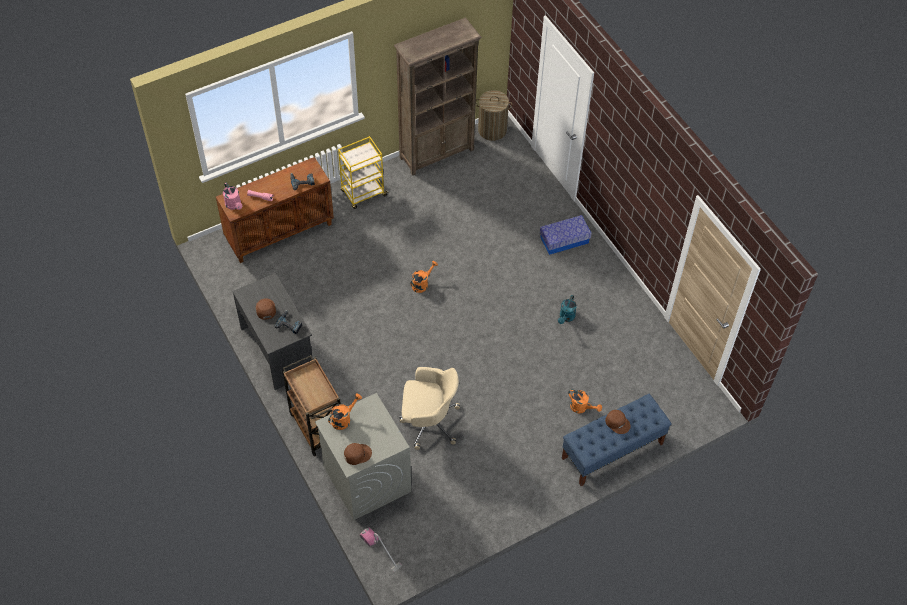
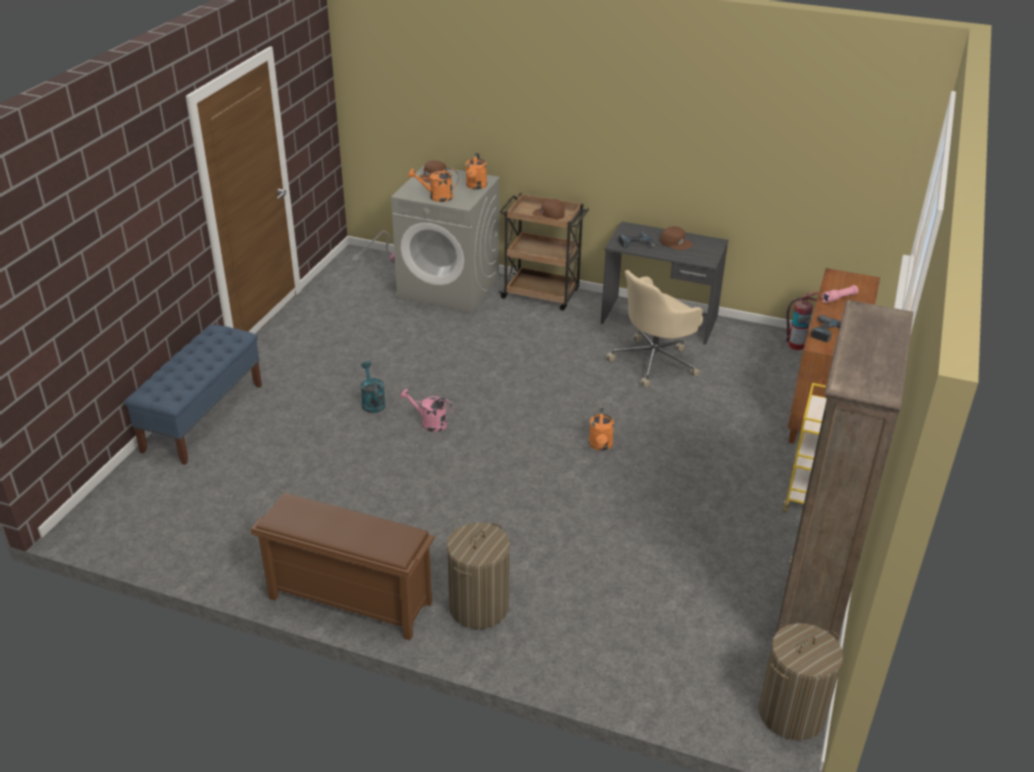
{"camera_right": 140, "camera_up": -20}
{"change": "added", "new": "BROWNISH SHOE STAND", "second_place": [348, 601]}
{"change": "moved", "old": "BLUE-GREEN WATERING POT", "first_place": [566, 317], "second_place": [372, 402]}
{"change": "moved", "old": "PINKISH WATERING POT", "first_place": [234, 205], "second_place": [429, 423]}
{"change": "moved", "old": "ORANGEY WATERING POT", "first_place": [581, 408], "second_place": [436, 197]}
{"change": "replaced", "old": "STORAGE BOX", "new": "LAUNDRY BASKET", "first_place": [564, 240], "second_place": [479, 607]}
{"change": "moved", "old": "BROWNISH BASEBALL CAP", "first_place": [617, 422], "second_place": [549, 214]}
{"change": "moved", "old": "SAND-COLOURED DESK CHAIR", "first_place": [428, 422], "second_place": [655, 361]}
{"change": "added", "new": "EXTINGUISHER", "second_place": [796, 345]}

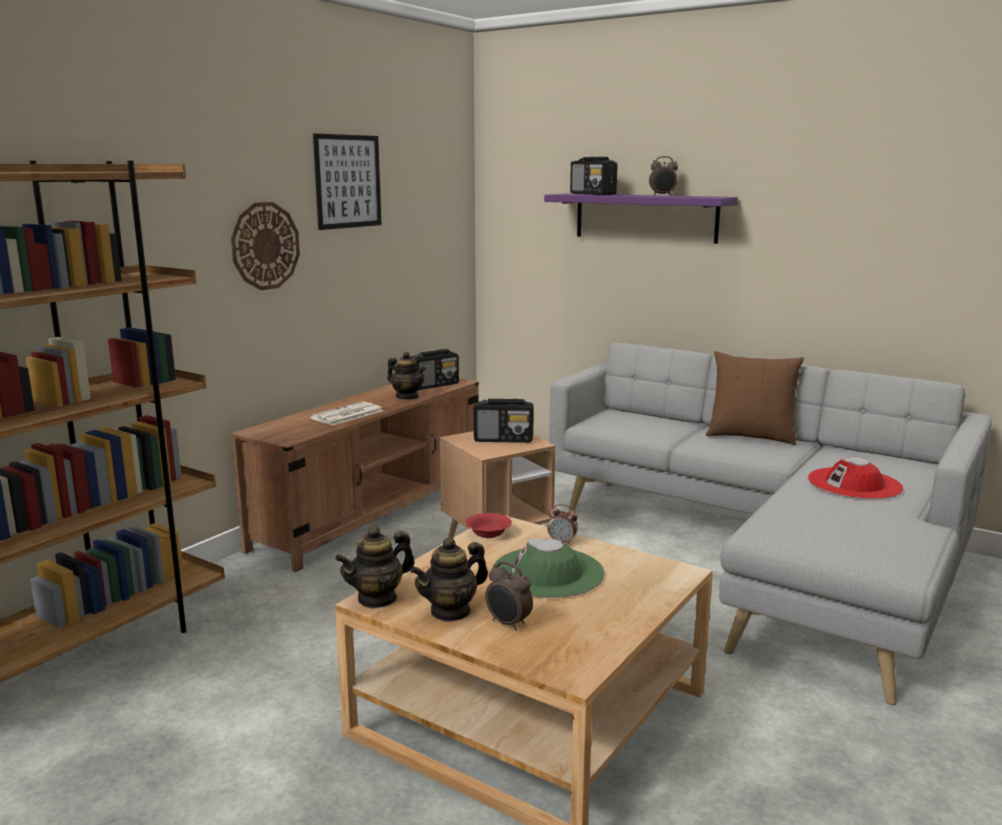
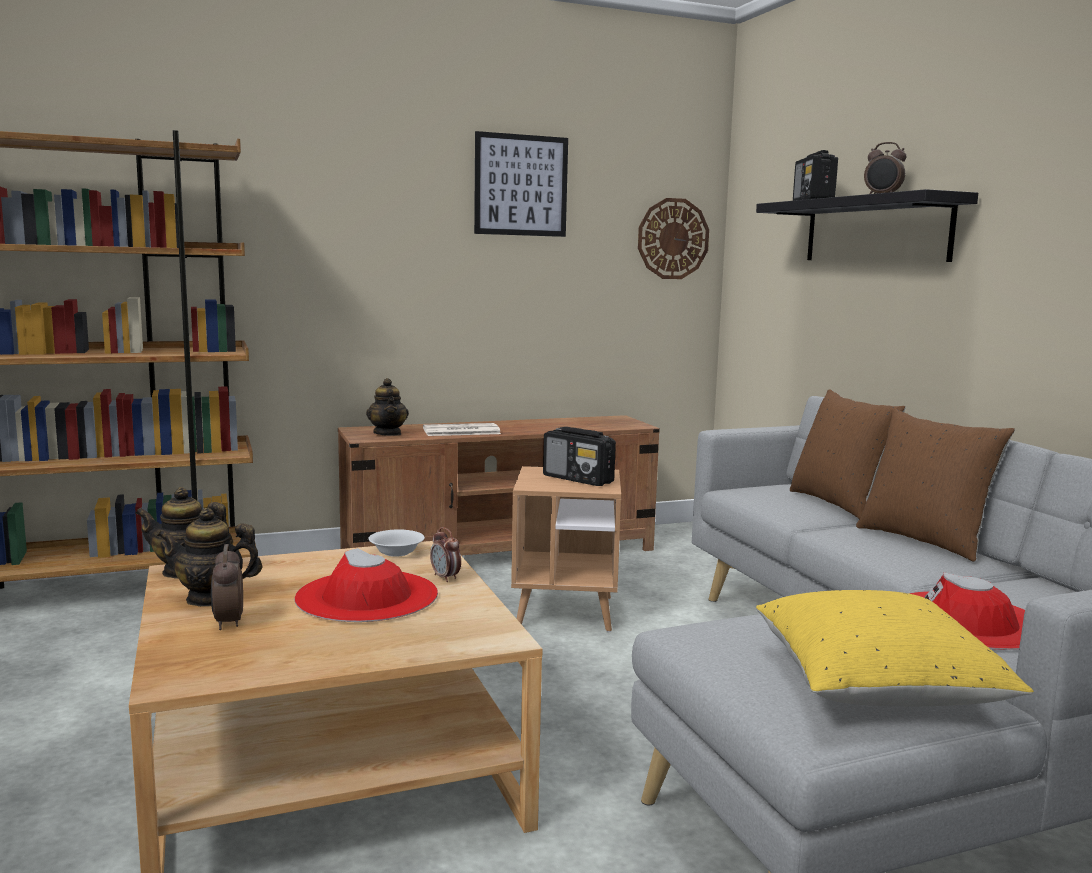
{"camera_right": 35, "camera_up": -5}
{"change": "recoloured", "old": "GREEN-COLOURED WEARABLE HAT", "new": "REDDISH WEARABLE HAT", "first_place": [548, 573], "second_place": [367, 597]}
{"change": "moved", "old": "TEAPOT", "first_place": [407, 397], "second_place": [388, 433]}
{"change": "recoloured", "old": "REDDISH DEEP DISH", "new": "WHITE-COLOURED DEEP DISH", "first_place": [488, 534], "second_place": [396, 552]}
{"change": "moved", "old": "WALL CLOCK", "first_place": [265, 246], "second_place": [673, 239]}
{"change": "recoloured", "old": "PURPLE-COLOURED BRACKET SHELF", "new": "BLACKISH BRACKET SHELF", "first_place": [645, 217], "second_place": [875, 230]}
{"change": "added", "new": "YELLOW-COLOURED CUSHION", "second_place": [876, 687]}
{"change": "added", "new": "BROWNISH CUSHION", "second_place": [839, 503]}
{"change": "removed", "old": "RADIO", "first_place": [434, 385]}

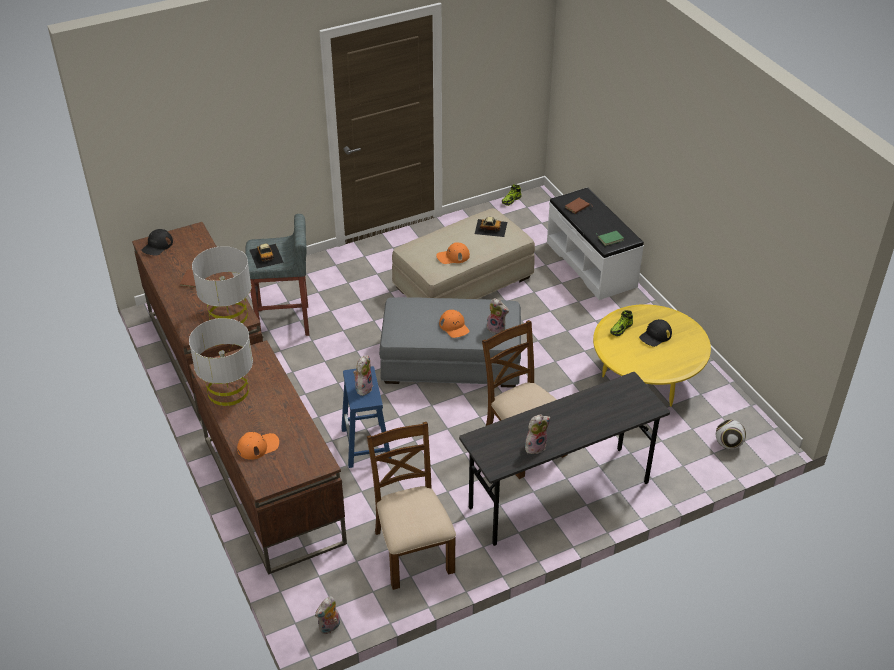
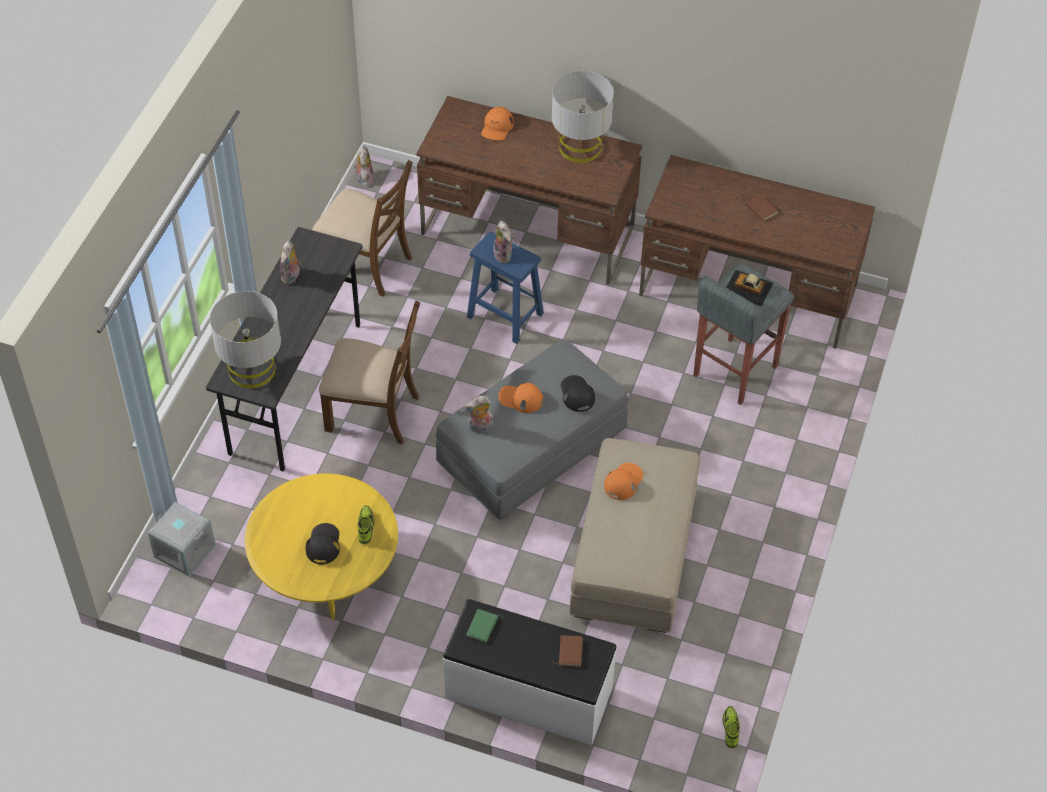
{"camera_right": 135, "camera_up": 10}
{"change": "replaced", "old": "FOOTBALL", "new": "GREY STORAGE BOX", "first_place": [728, 444], "second_place": [184, 551]}
{"change": "moved", "old": "GREY TABLETOP LAMP", "first_place": [228, 316], "second_place": [252, 370]}
{"change": "moved", "old": "BLACKISH BASEBALL CAP", "first_place": [157, 245], "second_place": [577, 394]}
{"change": "removed", "old": "MINIATURE CAR", "first_place": [490, 227]}

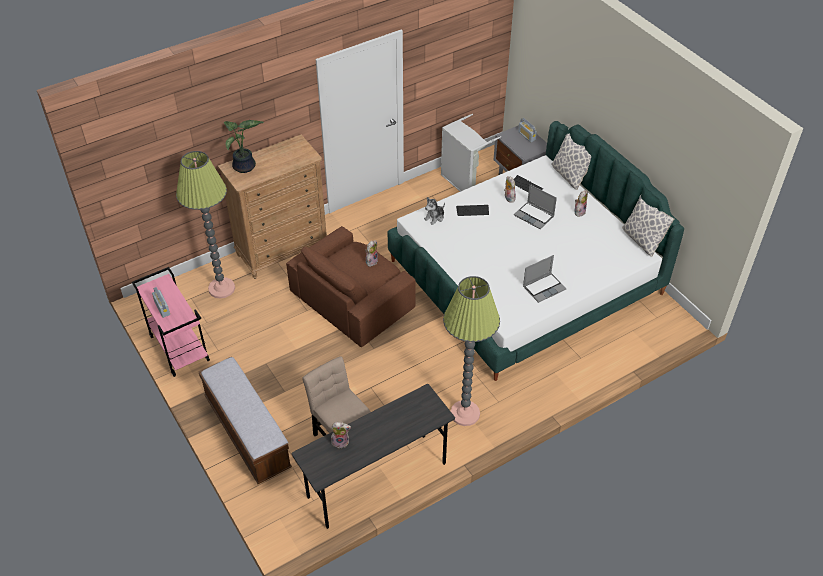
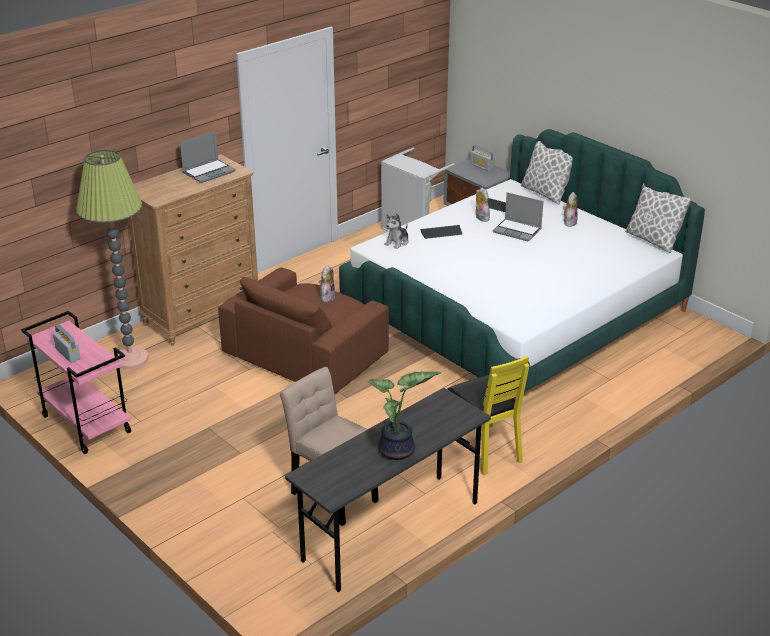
{"camera_right": -10, "camera_up": -15}
{"change": "moved", "old": "LAPTOP", "first_place": [544, 287], "second_place": [209, 172]}
{"change": "moved", "old": "POTTED PLANT", "first_place": [245, 167], "second_place": [398, 451]}
{"change": "replaced", "old": "FLOOR LAMP", "new": "YELLOW-COLOURED UPRIGHT CHAIR", "first_place": [465, 413], "second_place": [485, 449]}
{"change": "removed", "old": "LONG SEAT", "first_place": [247, 432]}
{"change": "removed", "old": "PLUSH TOY", "first_place": [341, 441]}

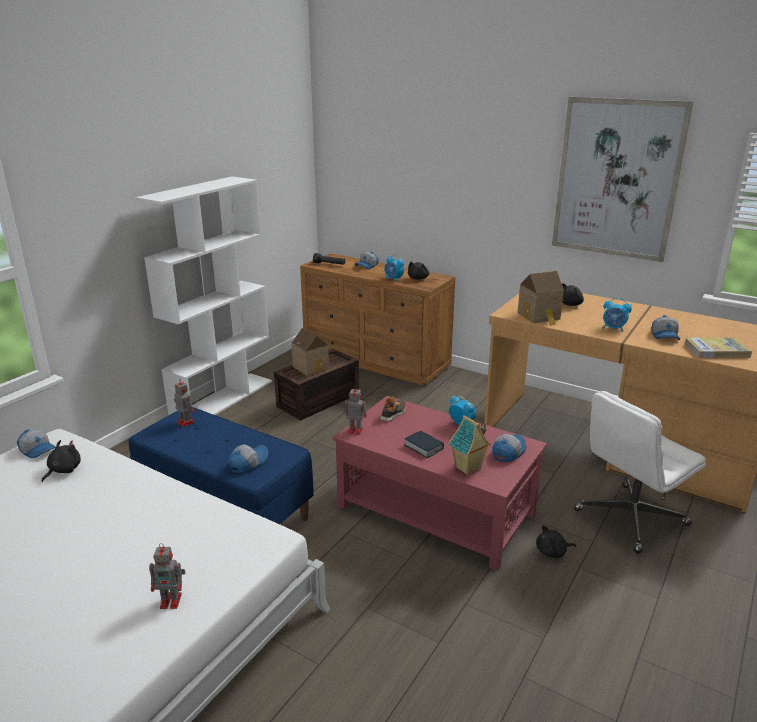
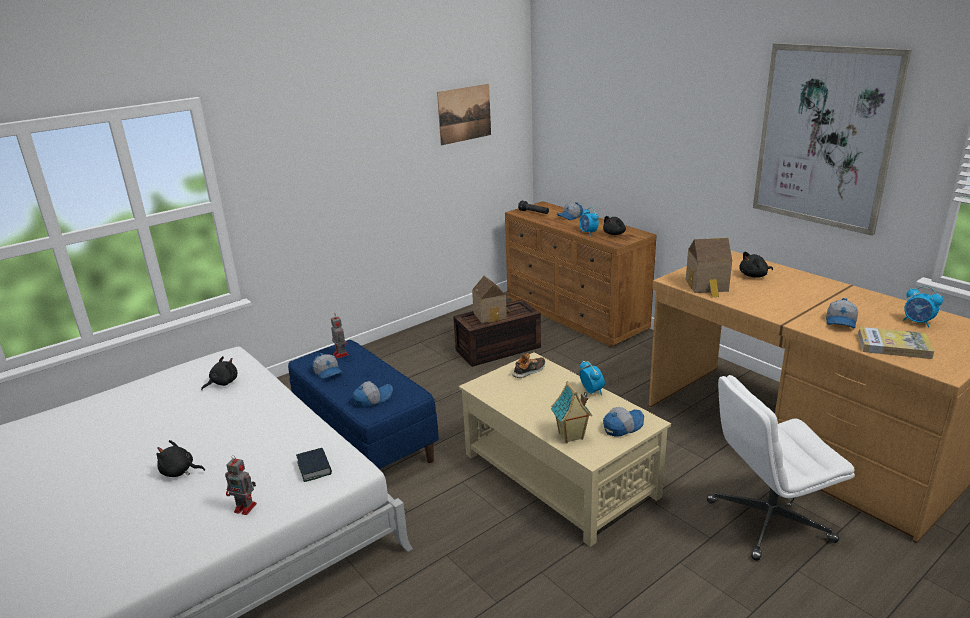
{"camera_right": 20, "camera_up": 0}
{"change": "moved", "old": "BLACKISH PLUSH TOY", "first_place": [552, 552], "second_place": [179, 471]}
{"change": "moved", "old": "VOLUME", "first_place": [423, 447], "second_place": [314, 468]}
{"change": "moved", "old": "BASEBALL CAP", "first_place": [38, 450], "second_place": [328, 372]}
{"change": "added", "new": "WALL PICTURE", "second_place": [464, 114]}
{"change": "recoloured", "old": "REDDISH LOUNGE TABLE", "new": "SAND-COLOURED LOUNGE TABLE", "first_place": [435, 509], "second_place": [558, 474]}
{"change": "moved", "old": "TABLE CLOCK", "first_place": [613, 329], "second_place": [917, 322]}
{"change": "removed", "old": "WHITE-COLOURED BOOKCASE", "first_place": [223, 399]}
{"change": "removed", "old": "MODEL ROBOT", "first_place": [354, 430]}

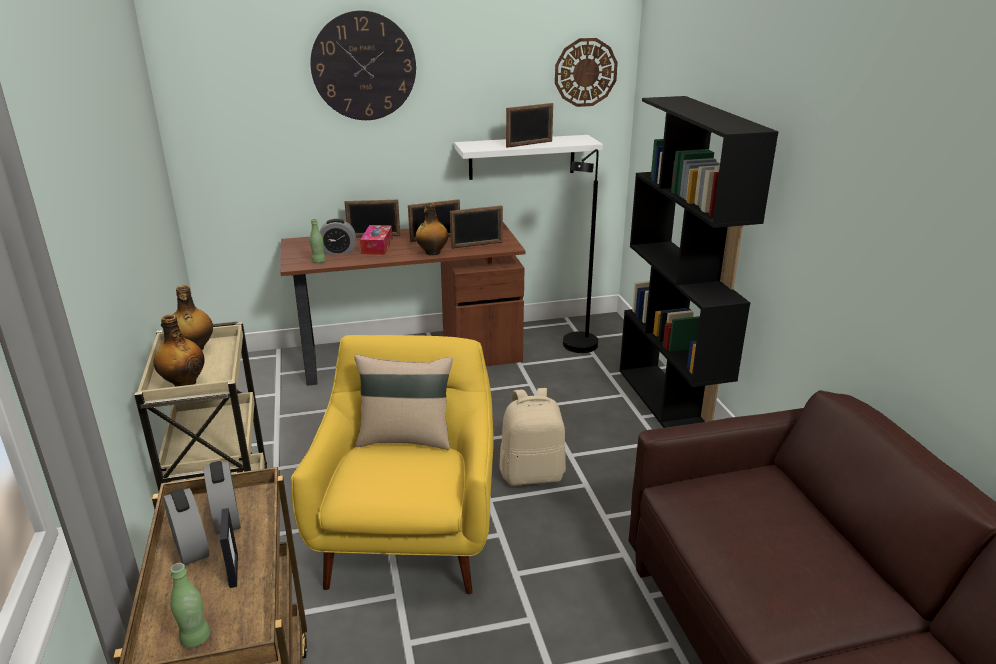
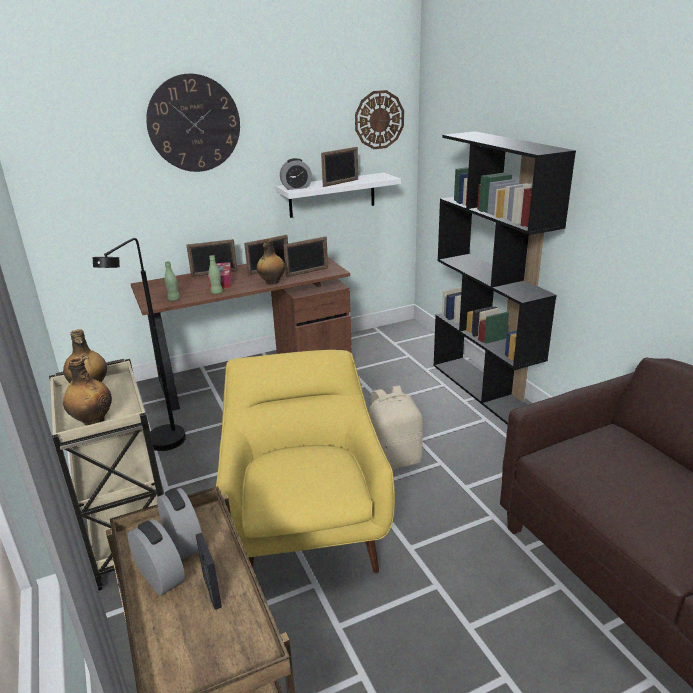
{"camera_right": -10, "camera_up": 0}
{"change": "moved", "old": "BLACKISH FLOOR LAMP", "first_place": [578, 349], "second_place": [163, 446]}
{"change": "moved", "old": "GREEN-COLOURED DRINK BOTTLE", "first_place": [195, 638], "second_place": [217, 292]}
{"change": "moved", "old": "TABLE CLOCK", "first_place": [338, 252], "second_place": [296, 187]}
{"change": "removed", "old": "SAND-COLOURED CUSHION", "first_place": [405, 438]}

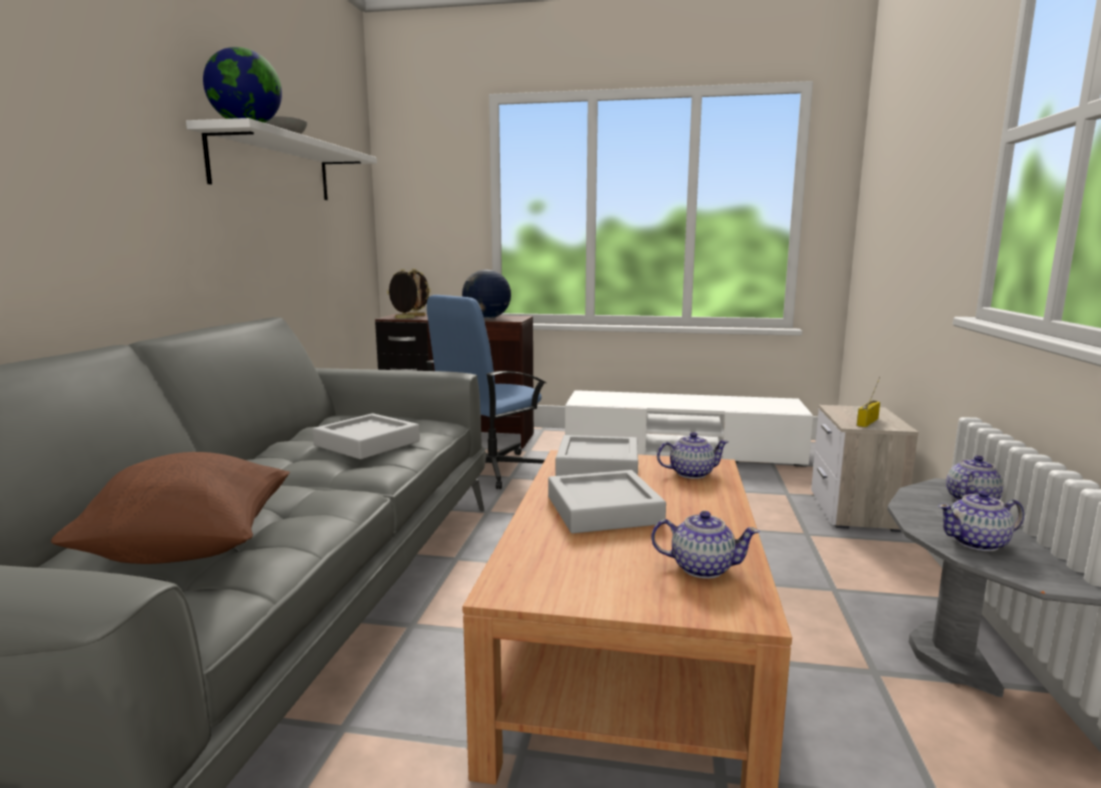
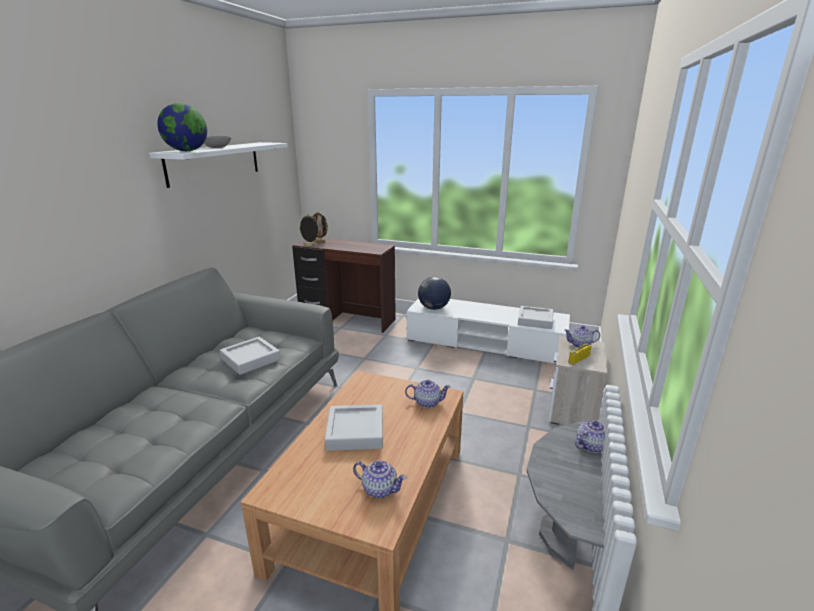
{"camera_right": 10, "camera_up": 10}
{"change": "moved", "old": "WORLD GLOBE", "first_place": [487, 318], "second_place": [433, 308]}
{"change": "moved", "old": "GREY CARRYING TRAY", "first_place": [598, 465], "second_place": [535, 320]}
{"change": "moved", "old": "TEAPOT", "first_place": [977, 543], "second_place": [580, 345]}
{"change": "removed", "old": "BROWNISH CUSHION", "first_place": [193, 548]}
{"change": "removed", "old": "BLUISH DESK CHAIR", "first_place": [490, 470]}

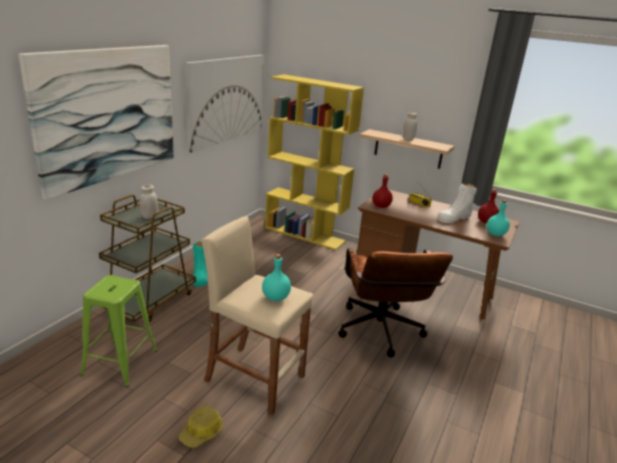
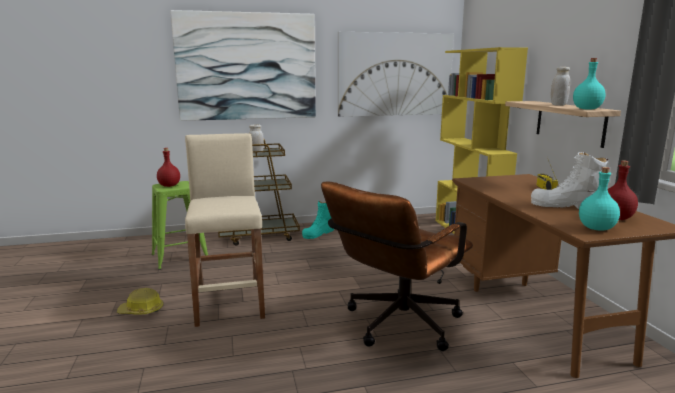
{"camera_right": 50, "camera_up": -10}
{"change": "moved", "old": "REDDISH DRINK BOTTLE", "first_place": [381, 206], "second_place": [169, 185]}
{"change": "moved", "old": "BLUE-GREEN DRINK BOTTLE", "first_place": [275, 298], "second_place": [586, 109]}

